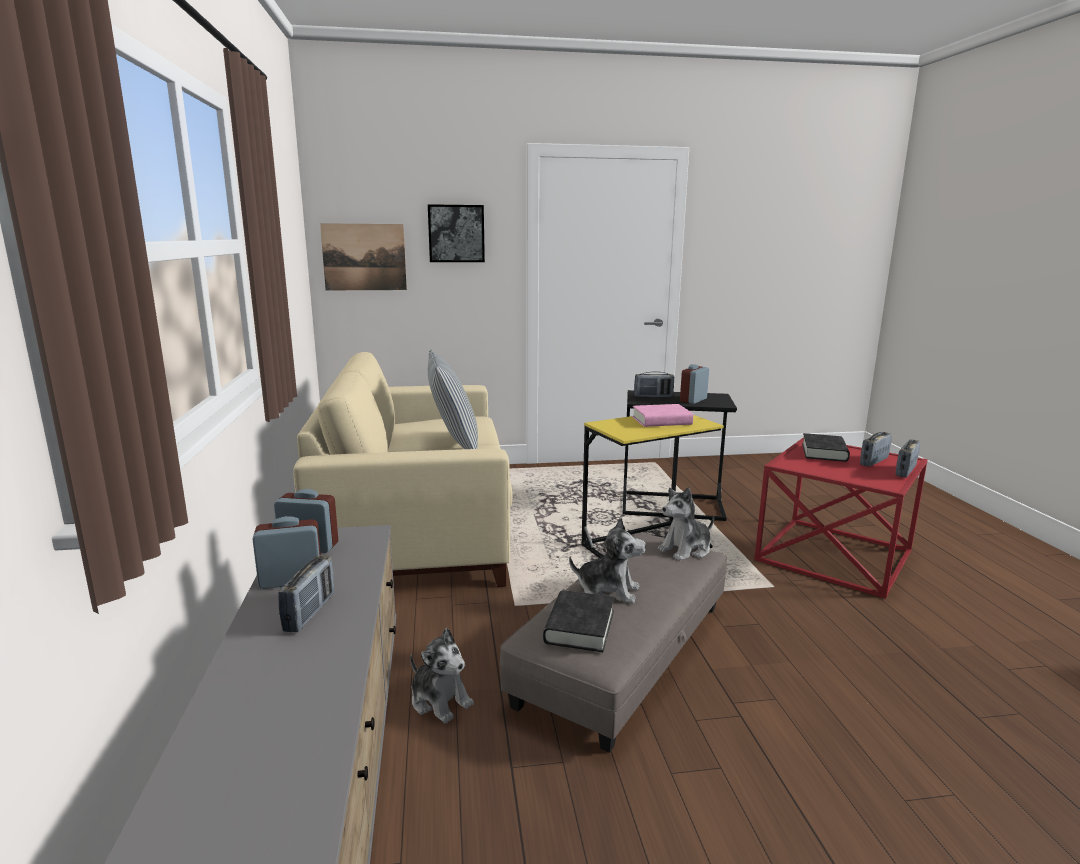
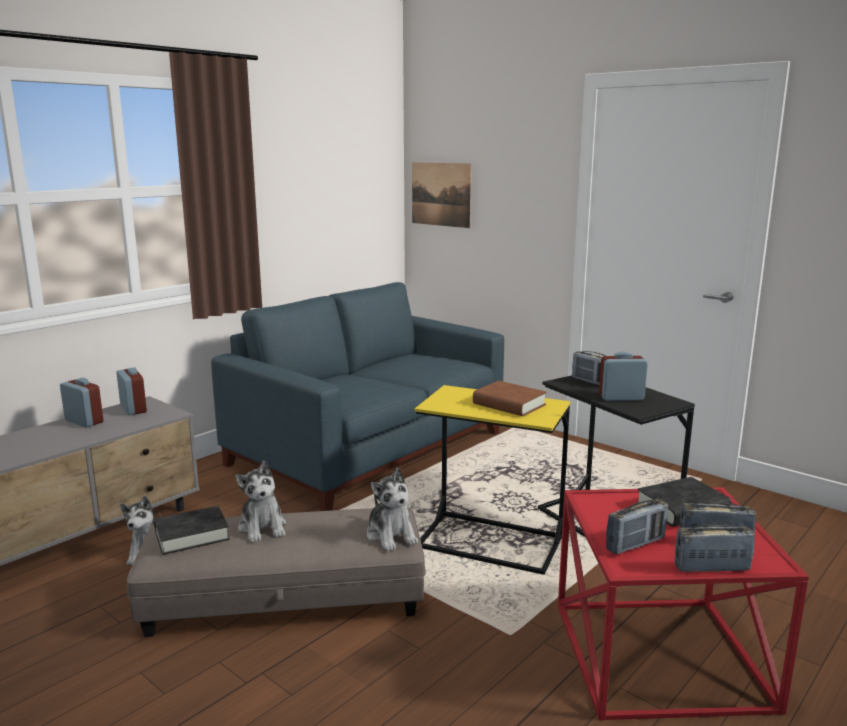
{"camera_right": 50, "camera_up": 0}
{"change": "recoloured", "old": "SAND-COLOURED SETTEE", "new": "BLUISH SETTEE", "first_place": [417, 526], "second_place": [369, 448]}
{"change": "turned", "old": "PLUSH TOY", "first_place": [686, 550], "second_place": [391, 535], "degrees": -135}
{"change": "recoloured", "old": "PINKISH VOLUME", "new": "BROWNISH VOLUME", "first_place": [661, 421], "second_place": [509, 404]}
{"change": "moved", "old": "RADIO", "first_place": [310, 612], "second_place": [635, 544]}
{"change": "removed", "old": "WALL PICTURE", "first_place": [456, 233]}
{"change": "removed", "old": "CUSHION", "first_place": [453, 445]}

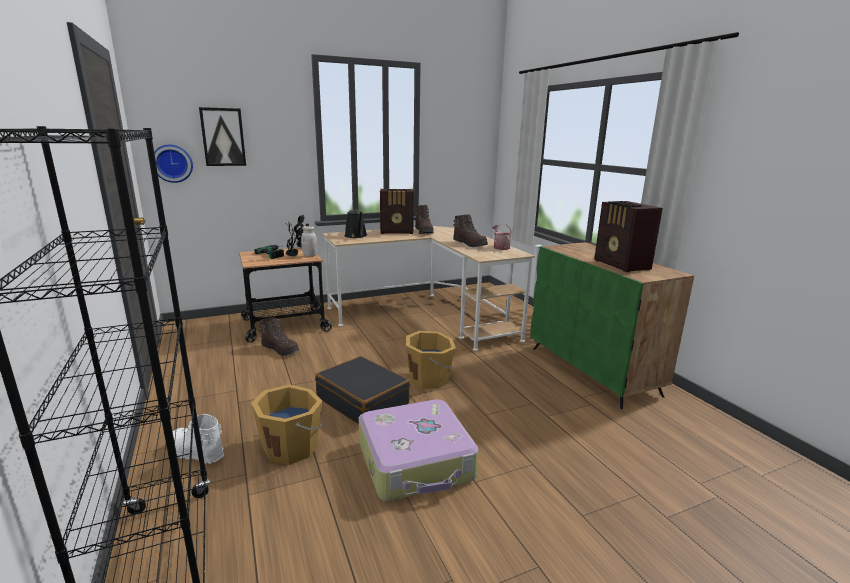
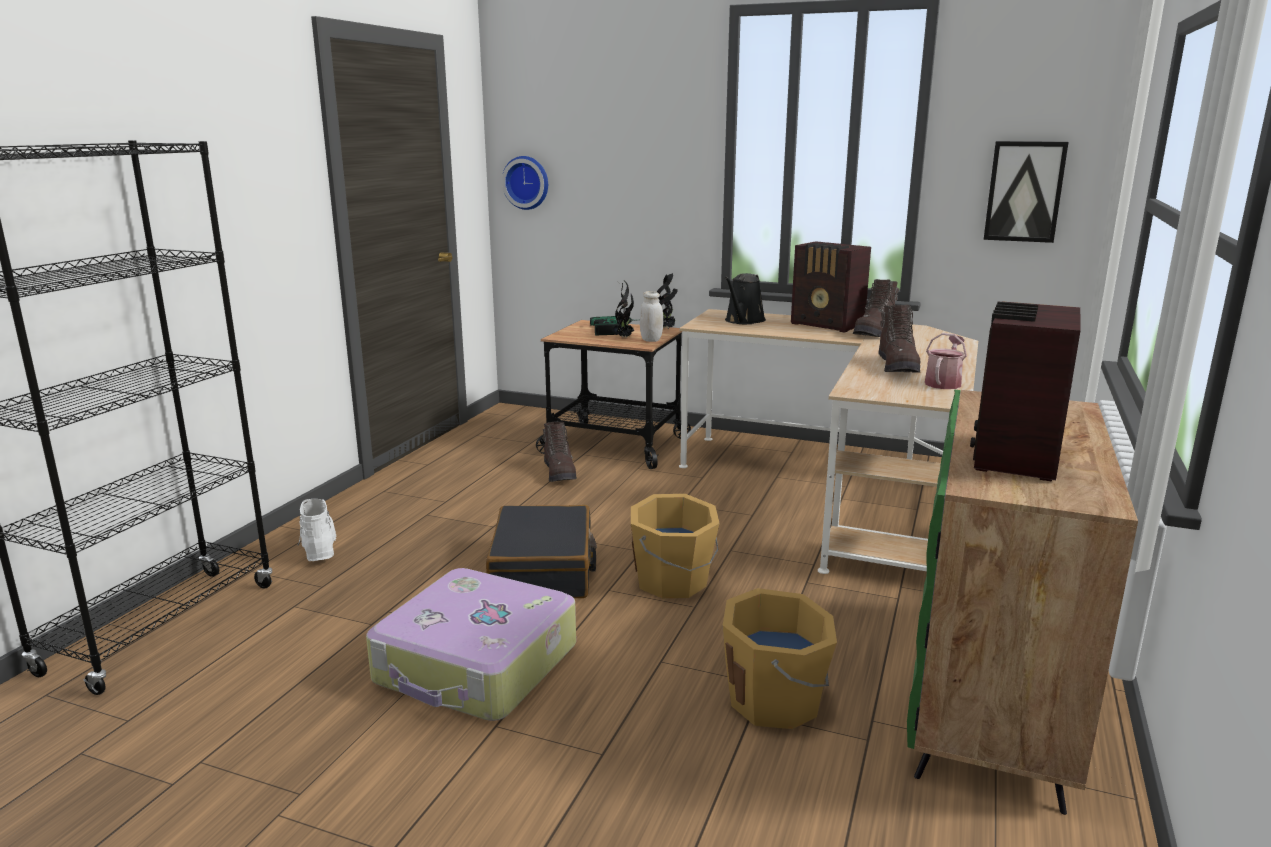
{"camera_right": 45, "camera_up": 0}
{"change": "moved", "old": "ORANGEY BUCKET", "first_place": [292, 447], "second_place": [776, 701]}
{"change": "moved", "old": "WALL PICTURE", "first_place": [223, 137], "second_place": [1024, 191]}

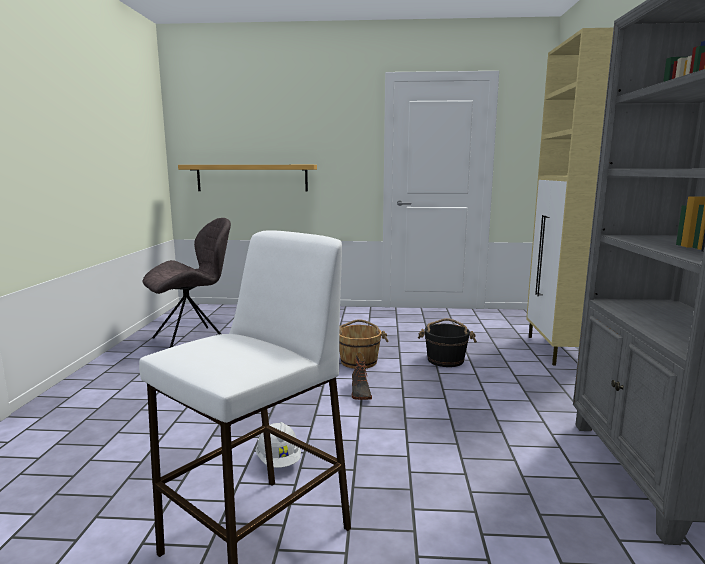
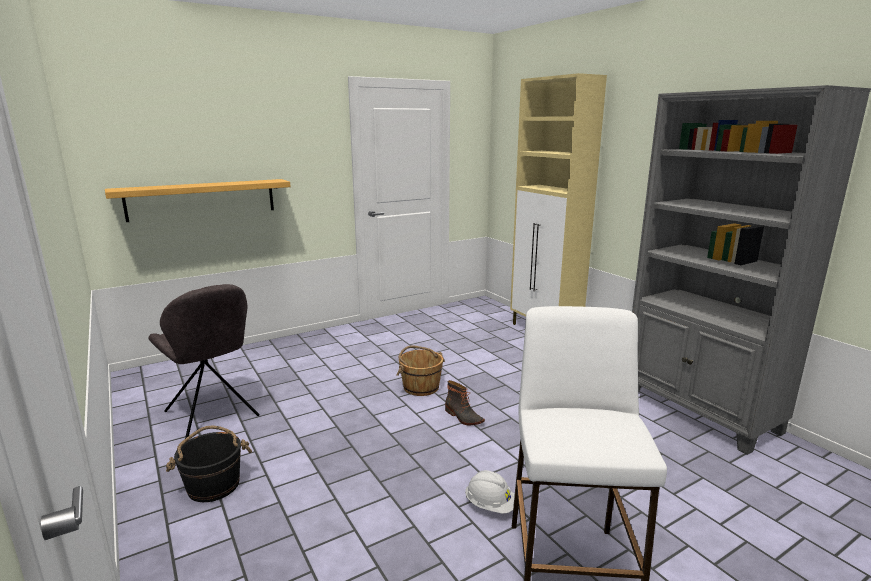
{"camera_right": -35, "camera_up": 5}
{"change": "turned", "old": "GREY UPRIGHT CHAIR", "first_place": [193, 340], "second_place": [212, 415], "degrees": 120}
{"change": "moved", "old": "BLACKISH BUCKET", "first_place": [445, 360], "second_place": [213, 485]}

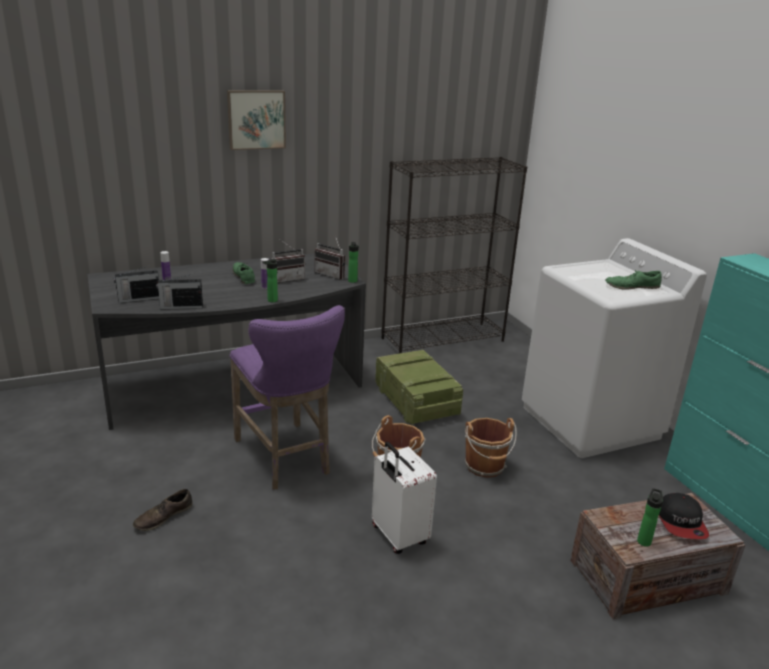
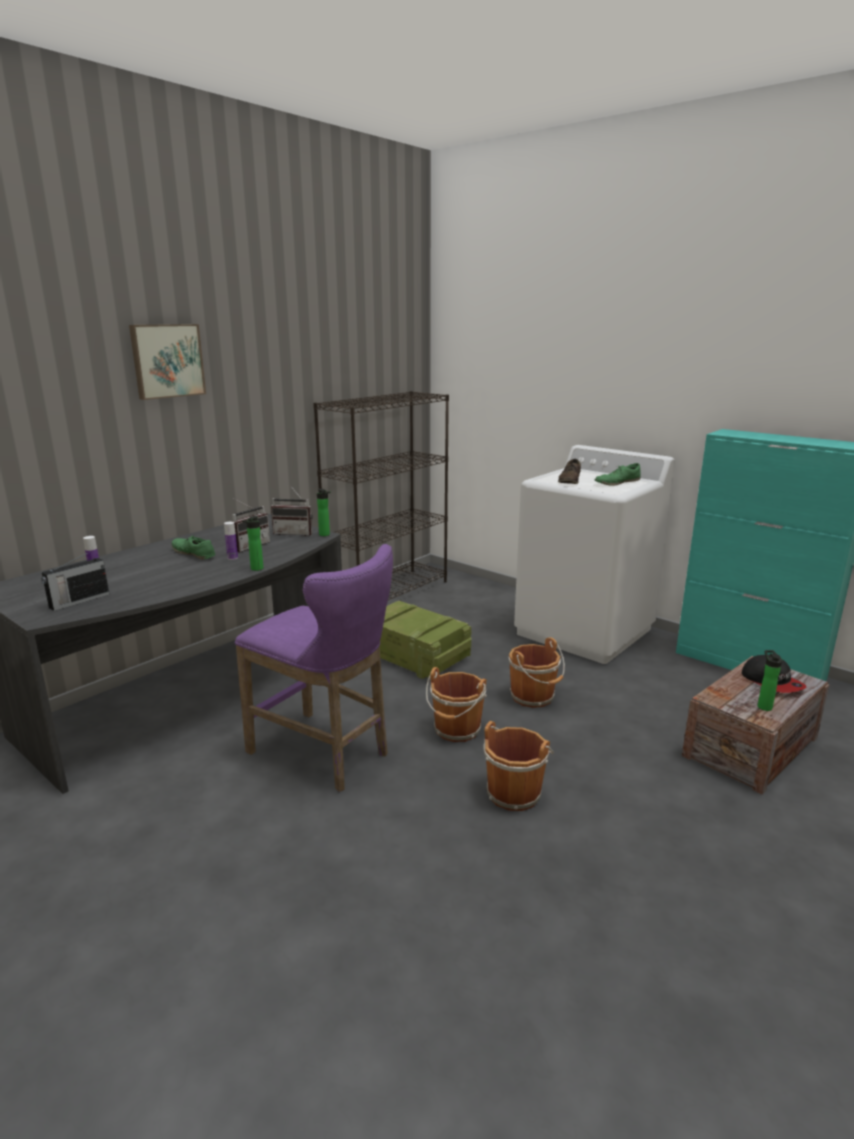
{"camera_right": -25, "camera_up": -5}
{"change": "replaced", "old": "WHITE-COLOURED PIECE OF LUGGAGE", "new": "BROWNISH BUCKET", "first_place": [398, 536], "second_place": [514, 792]}
{"change": "moved", "old": "BROWNISH LOW SHOE", "first_place": [163, 517], "second_place": [570, 480]}
{"change": "removed", "old": "RADIO", "first_place": [180, 307]}

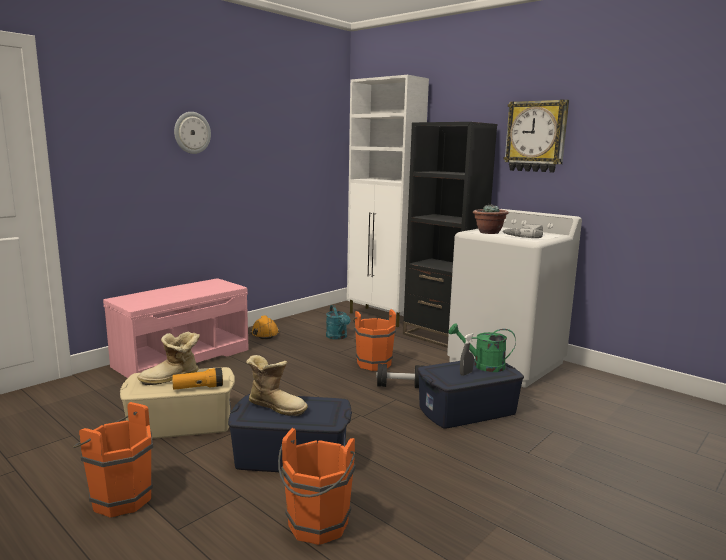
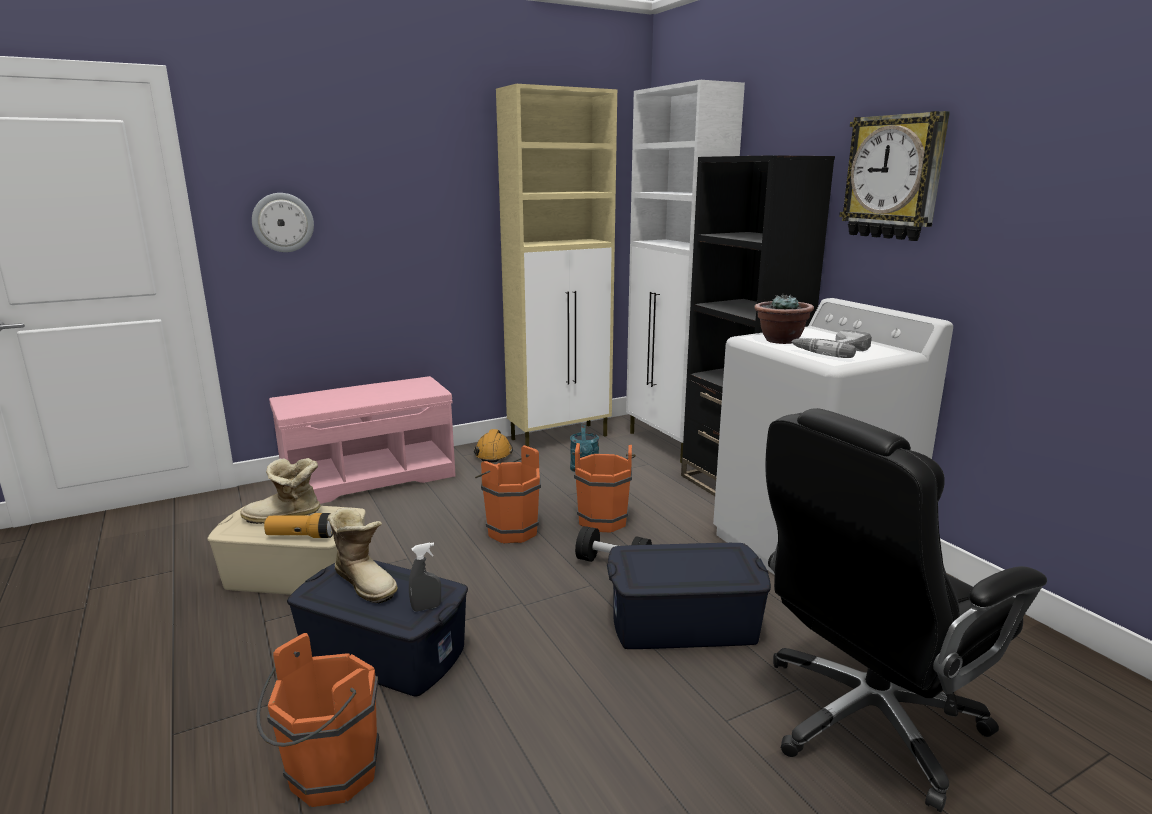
{"camera_right": 20, "camera_up": 5}
{"change": "moved", "old": "WALL CLOCK", "first_place": [192, 132], "second_place": [283, 222]}
{"change": "moved", "old": "GREY HAND SPRAYER", "first_place": [466, 373], "second_place": [426, 608]}
{"change": "moved", "old": "ORANGEY BUCKET", "first_place": [118, 497], "second_place": [509, 529]}
{"change": "added", "new": "SAND-COLOURED CUPBOARD", "second_place": [560, 437]}
{"change": "added", "new": "BLACKISH DESK CHAIR", "second_place": [866, 720]}
{"change": "removed", "old": "GREEN-COLOURED WATERING POT", "first_place": [483, 365]}

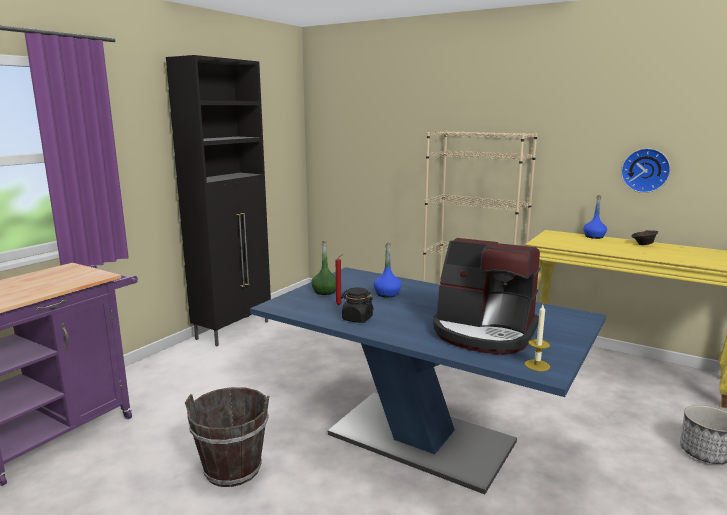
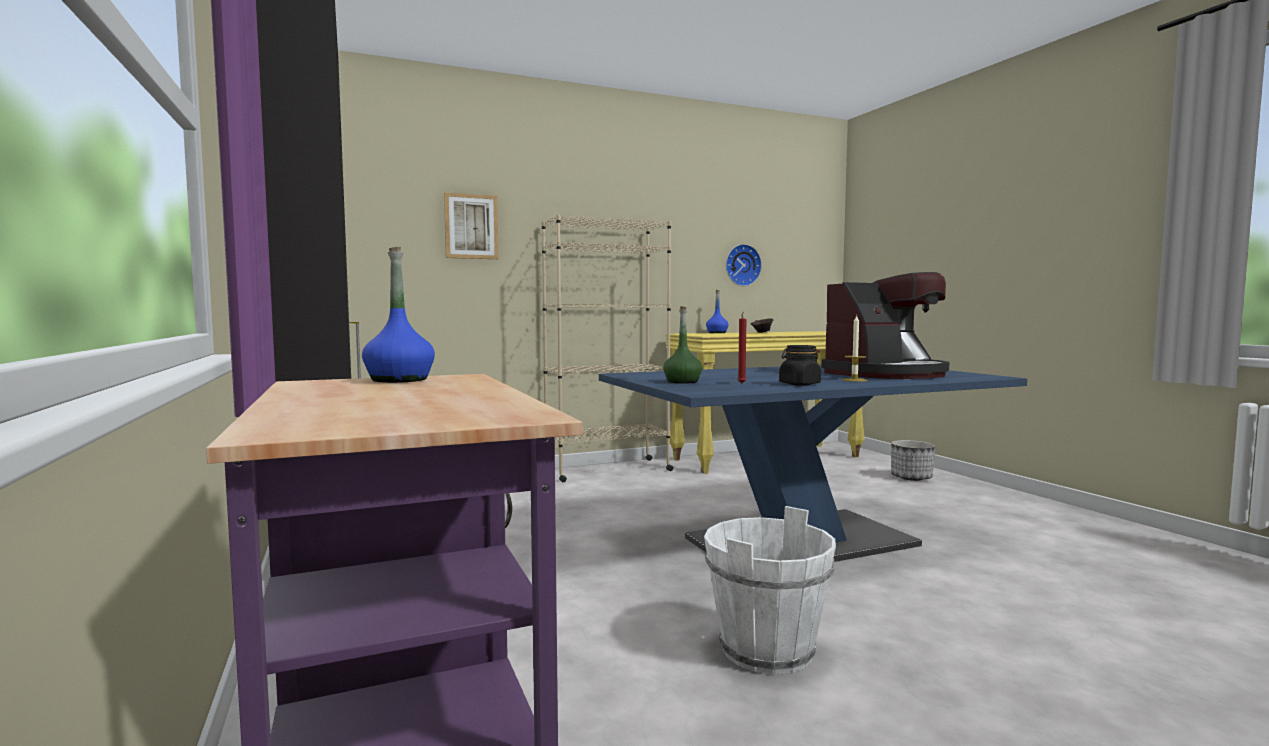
{"camera_right": -55, "camera_up": -10}
{"change": "moved", "old": "BLUISH DRINK BOTTLE", "first_place": [387, 294], "second_place": [399, 380]}
{"change": "added", "new": "WALL PICTURE", "second_place": [471, 226]}
{"change": "recoloured", "old": "BROWNISH BUCKET", "new": "WHITE-COLOURED BUCKET", "first_place": [233, 469], "second_place": [766, 650]}
{"change": "moved", "old": "CANDLE", "first_place": [537, 365], "second_place": [854, 380]}

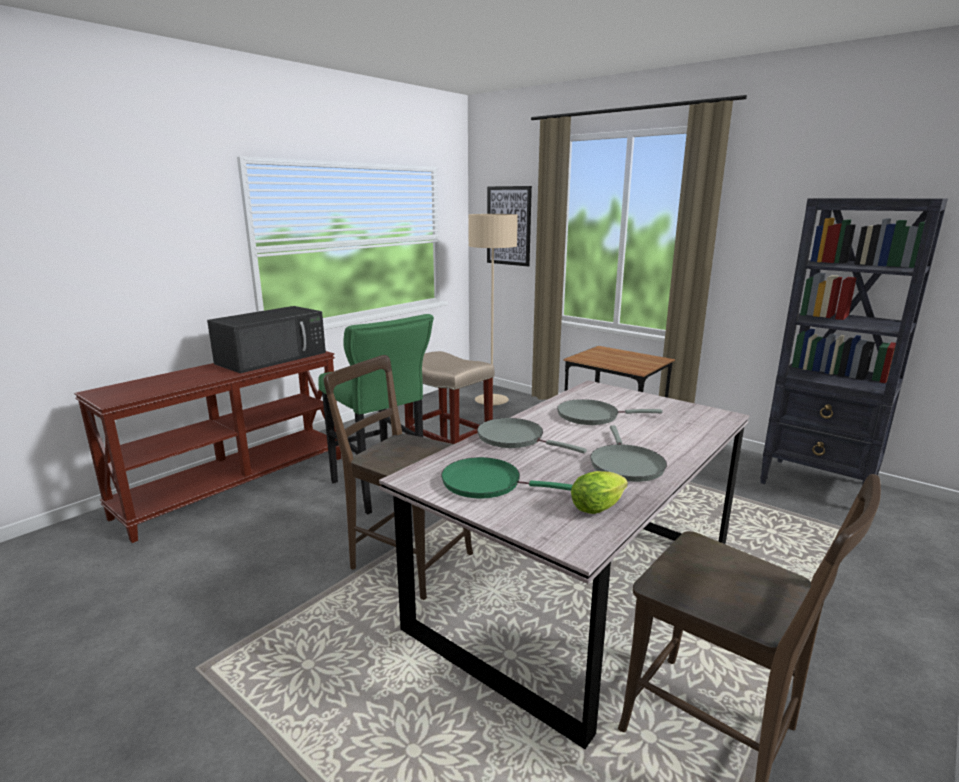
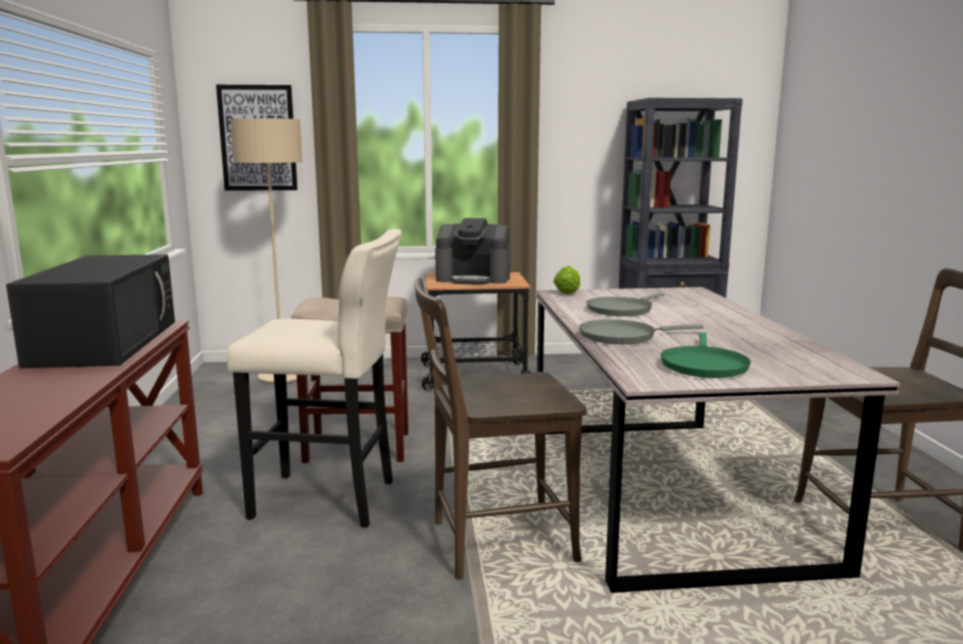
{"camera_right": -45, "camera_up": -5}
{"change": "recoloured", "old": "GREEN-COLOURED STOOL", "new": "SAND-COLOURED STOOL", "first_place": [380, 490], "second_place": [331, 500]}
{"change": "added", "new": "COFFEE BREWER", "second_place": [473, 278]}
{"change": "moved", "old": "LETTUCE HEAD", "first_place": [600, 507], "second_place": [567, 292]}
{"change": "turned", "old": "GREEN-COLOURED PAN", "first_place": [487, 483], "second_place": [703, 365], "degrees": -45}
{"change": "removed", "old": "GREY PAN", "first_place": [625, 465]}

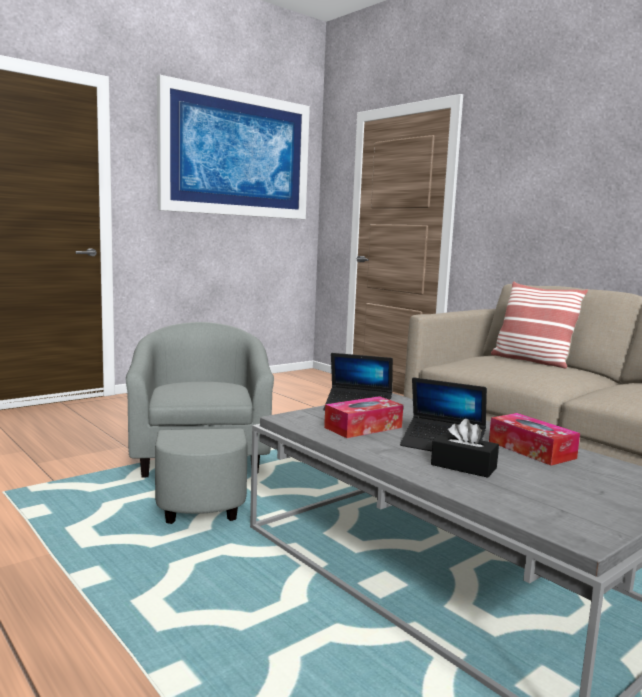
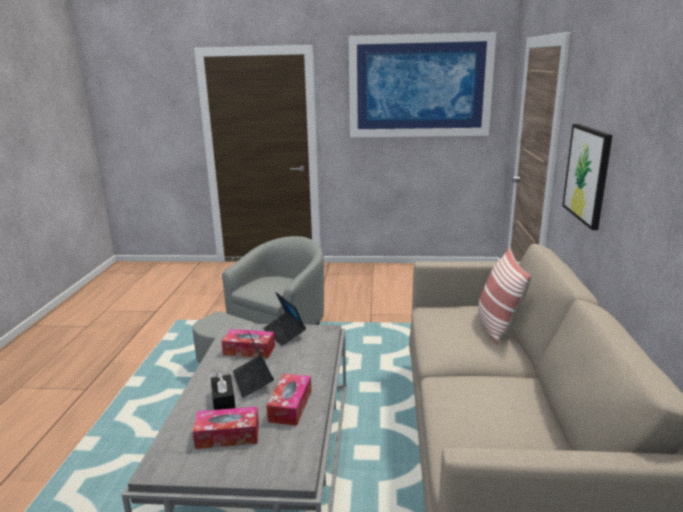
{"camera_right": 45, "camera_up": 10}
{"change": "added", "new": "TISSUE BOX", "second_place": [227, 435]}
{"change": "added", "new": "WALL PICTURE", "second_place": [587, 174]}

